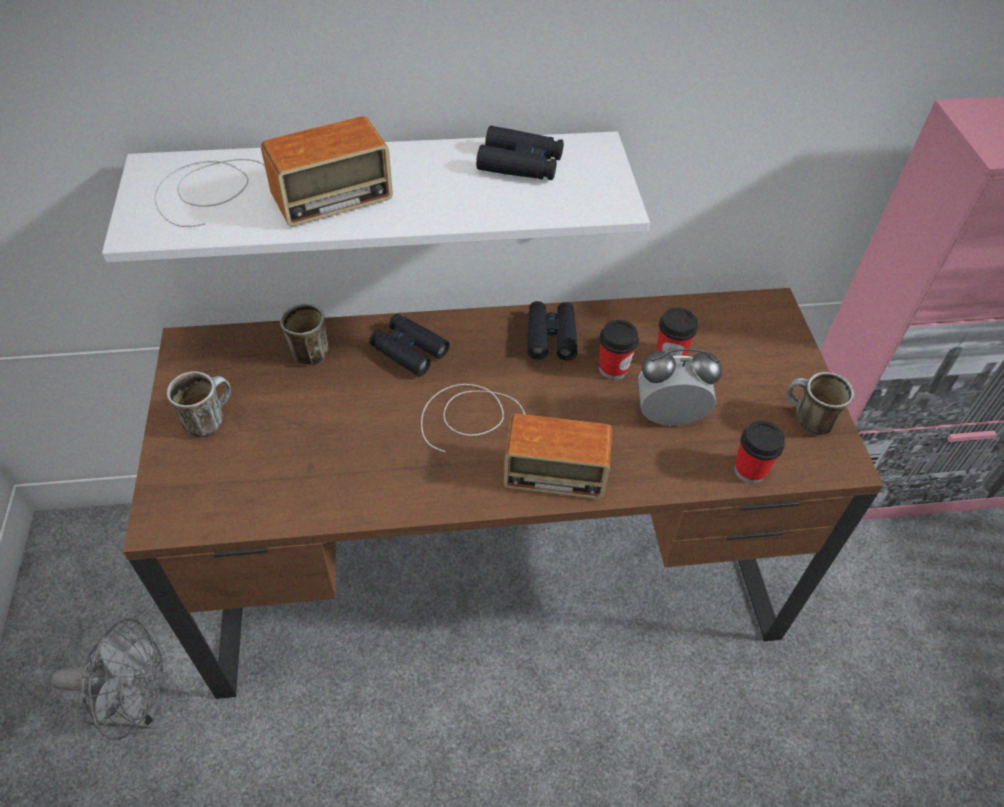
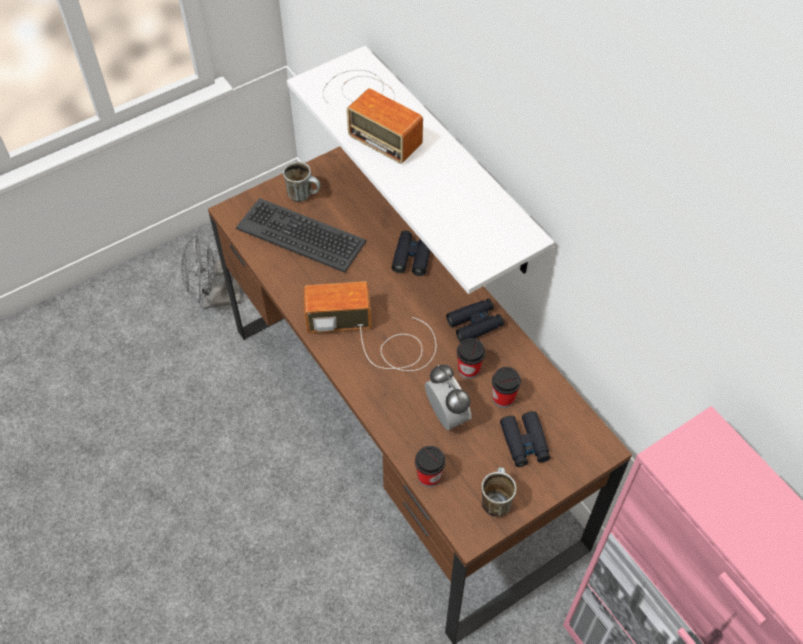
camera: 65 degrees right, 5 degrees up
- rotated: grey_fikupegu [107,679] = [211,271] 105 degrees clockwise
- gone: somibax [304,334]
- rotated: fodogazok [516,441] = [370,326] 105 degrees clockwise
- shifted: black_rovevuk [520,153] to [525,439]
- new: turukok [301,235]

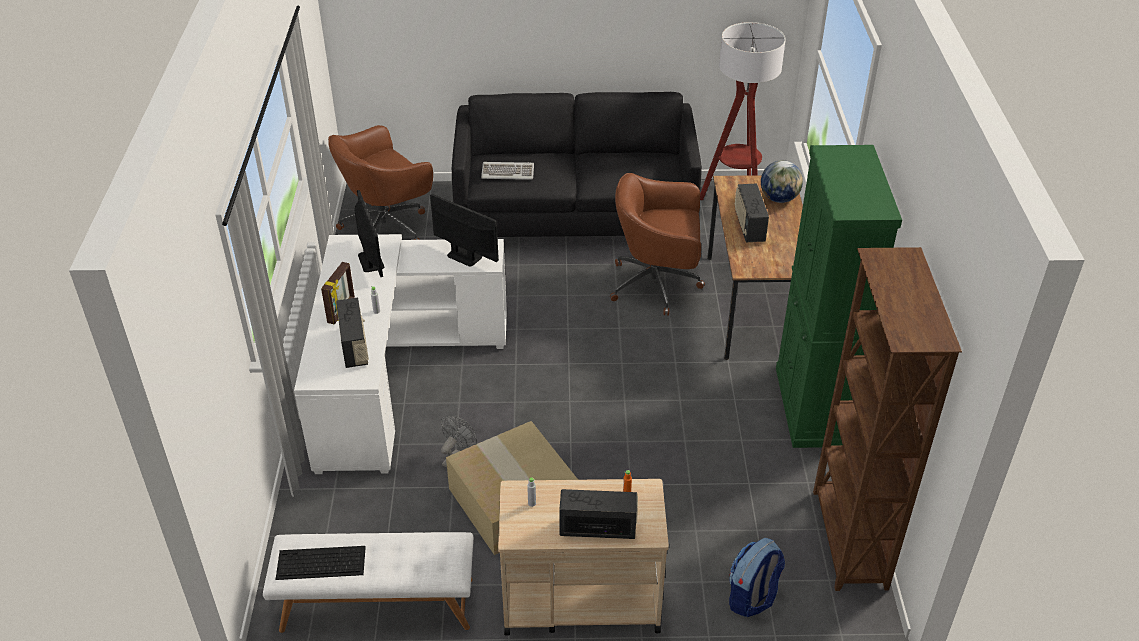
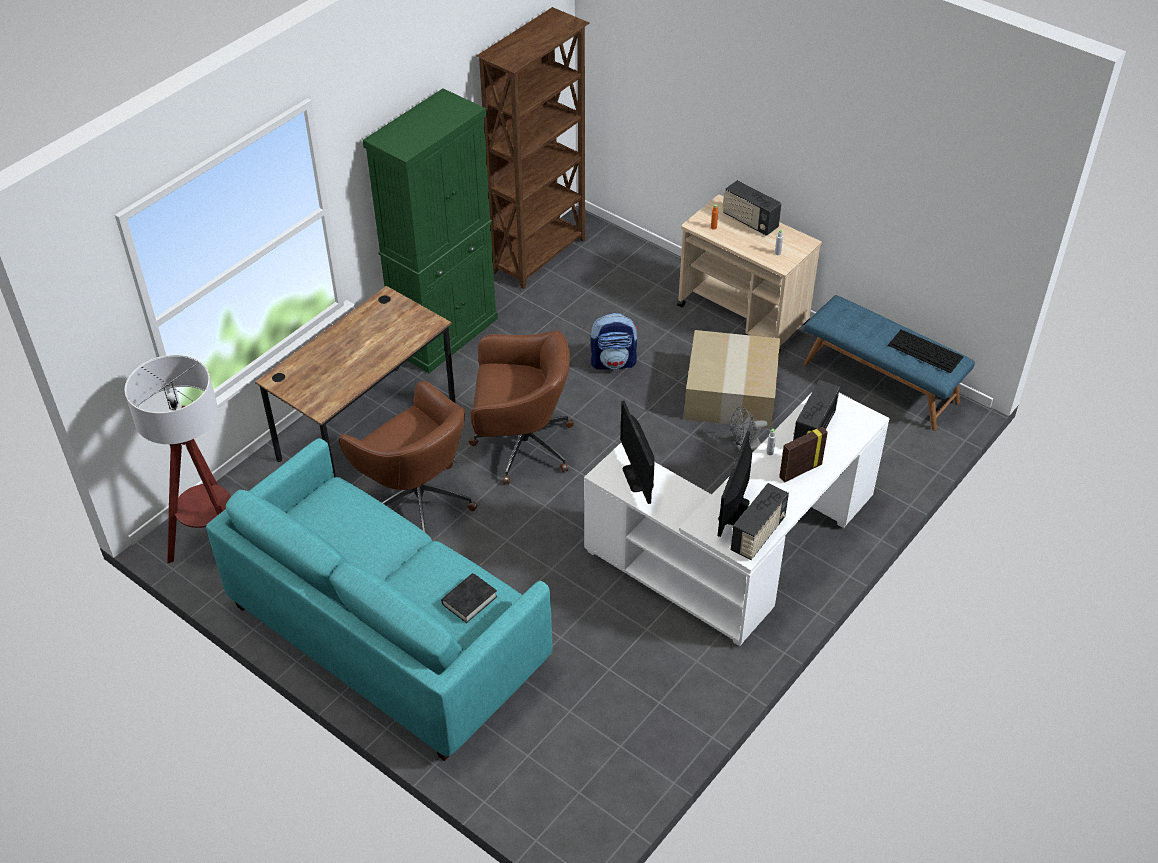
camera: 140 degrees left, 5 degrees up
- repainted: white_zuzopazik [368,582] to blue_zuzopazik [889,363]
- shifted: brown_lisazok [380,182] to [521,407]
- repainted: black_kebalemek [577,164] to turquoise_kebalemek [379,599]
- swapped: turukok [507,171] to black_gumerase [469,598]
- shifted: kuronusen [757,577] to [614,341]
- shifted: fodogazok [752,212] to [760,521]
- gone: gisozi [782,181]

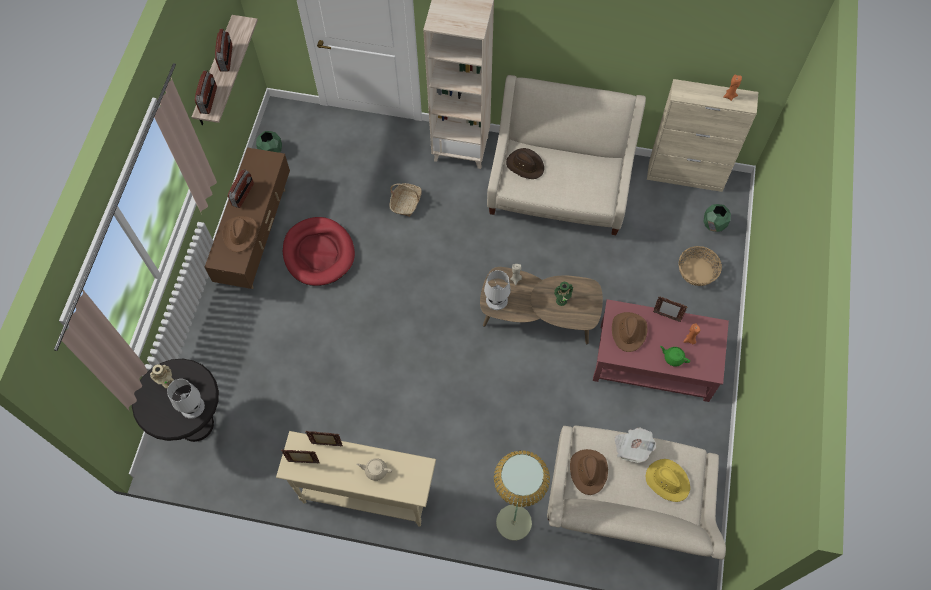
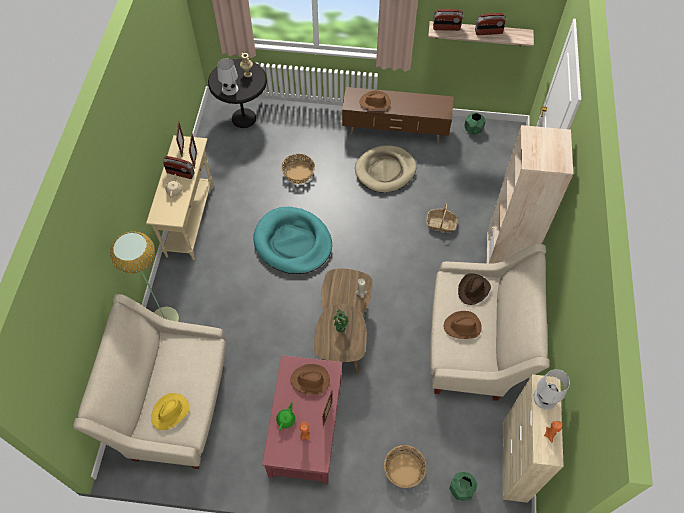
camera: 85 degrees right, 5 degrees down
- shifted: fodogazok [241,188] to [179,167]
- repainted: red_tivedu [319,251] to beige_tivedu [385,169]
- shifted: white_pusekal [497,290] to [551,389]
- shifted: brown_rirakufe [589,472] to [463,325]
- gone: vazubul [635,445]
- new: turquoise_tivedu [292,240]
- new: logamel [298,169]

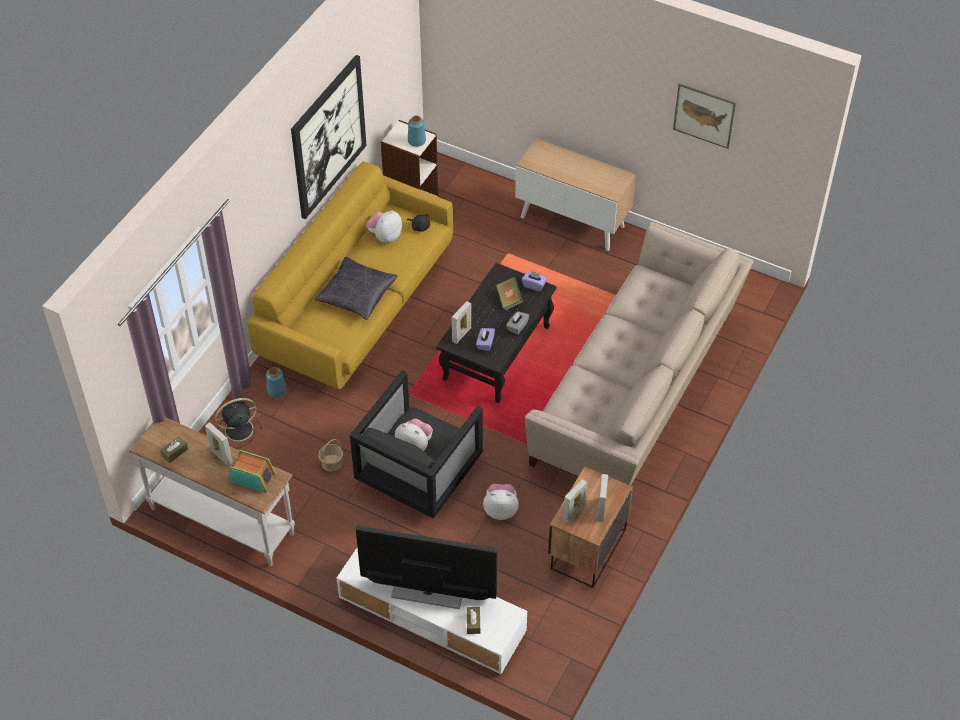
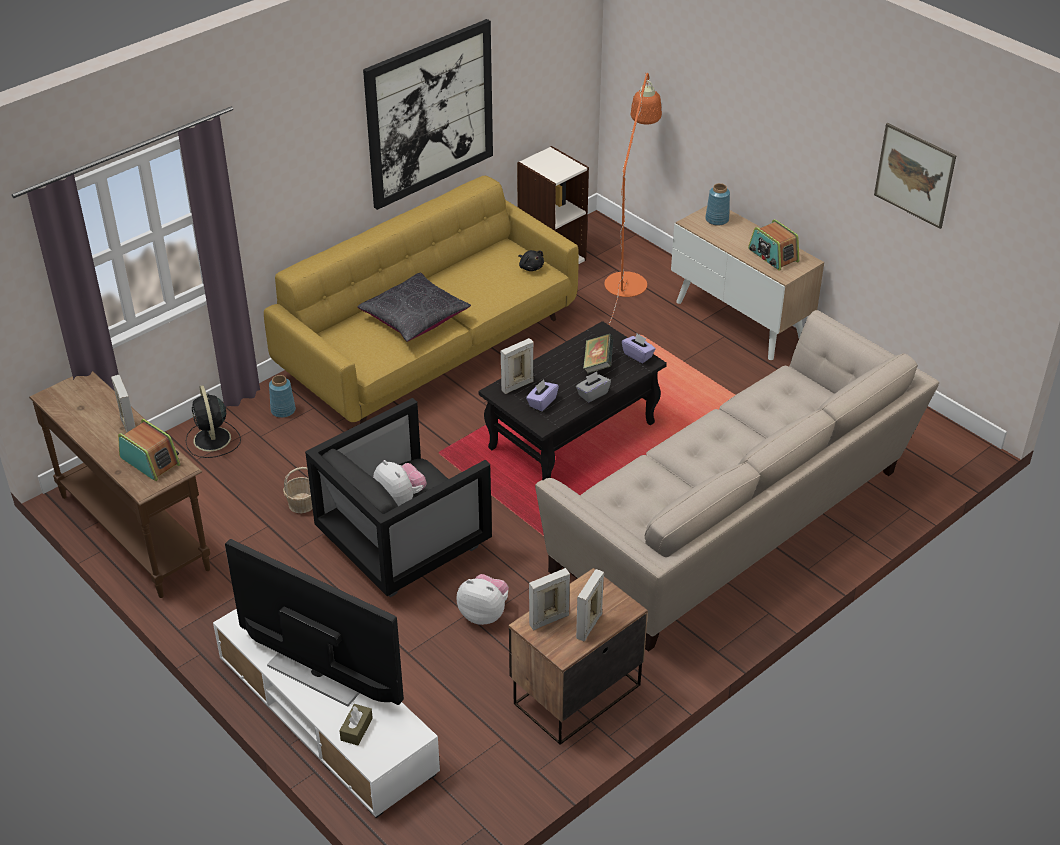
camera: 20 degrees right, 10 degrees down
- repainted: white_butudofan [212,491] to brown_butudofan [119,484]
- gone: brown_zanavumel [174,449]
- rotated: black_fikupegu [239,423] = [213,421] 105 degrees counterclockwise
- gone: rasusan [384,226]
- shifted: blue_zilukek [417,131] to [717,204]
- new: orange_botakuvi [633,198]
- new: fodogazok [773,245]

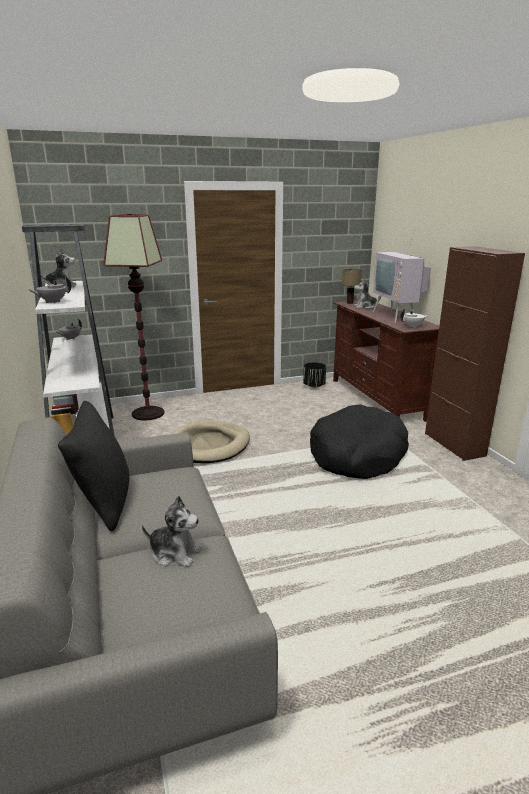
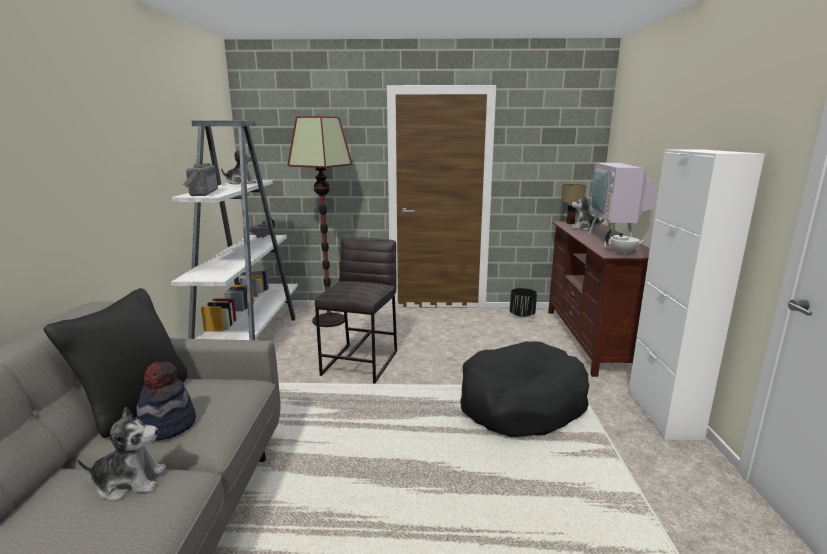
camera: 20 degrees right, 5 degrees down
- swapped: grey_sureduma [50,290] to fodogazok [200,179]
- rotated: rasusan [172,531] = [121,454] 45 degrees counterclockwise
- swapped: beige_tivedu [211,441] to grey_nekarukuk [356,310]
- repainted: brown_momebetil [475,353] to white_momebetil [696,295]
- new: rirakufe [166,400]

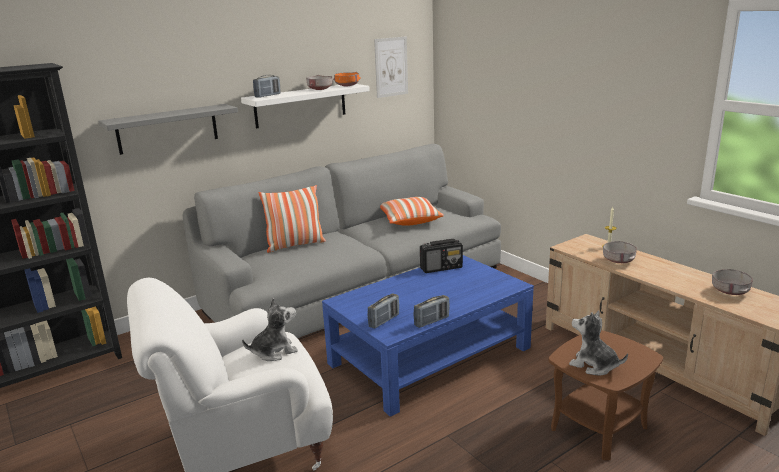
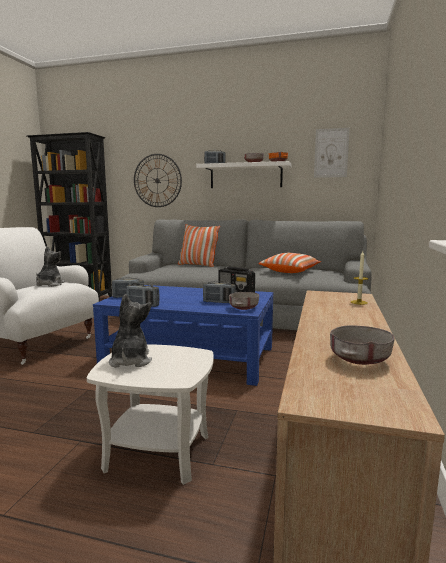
camera: 50 degrees right, 10 degrees down
- swapped: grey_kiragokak [168,129] to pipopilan [158,180]
- rotated: rasusan [270,329] = [50,266] 105 degrees counterclockwise
- repainted: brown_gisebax [605,395] to white_gisebax [150,414]
- shifted: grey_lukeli [620,252] to [244,301]
- new: fodogazok [219,292]

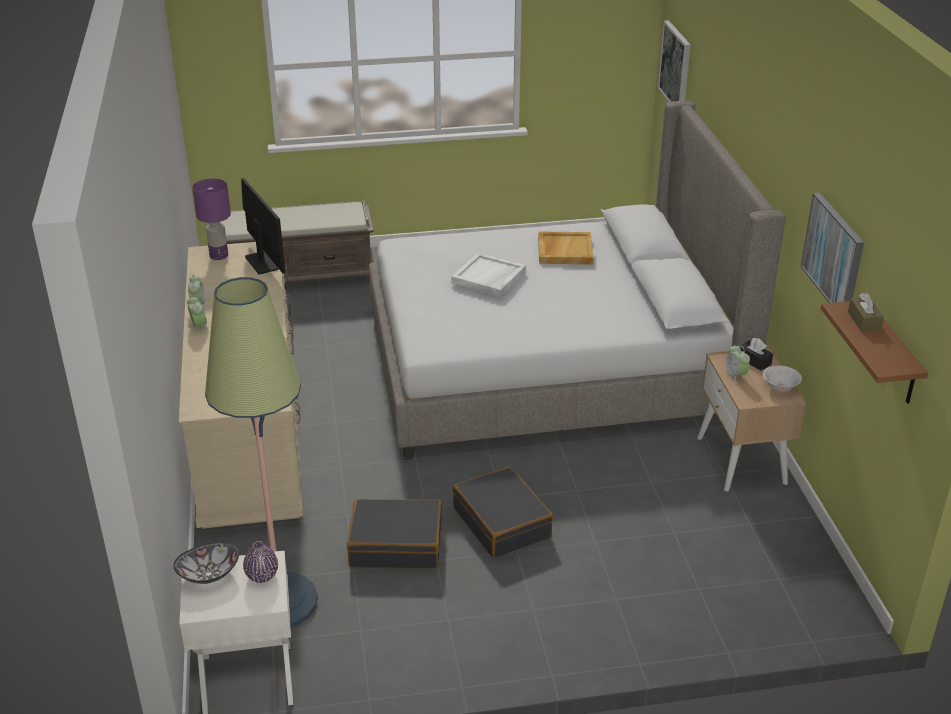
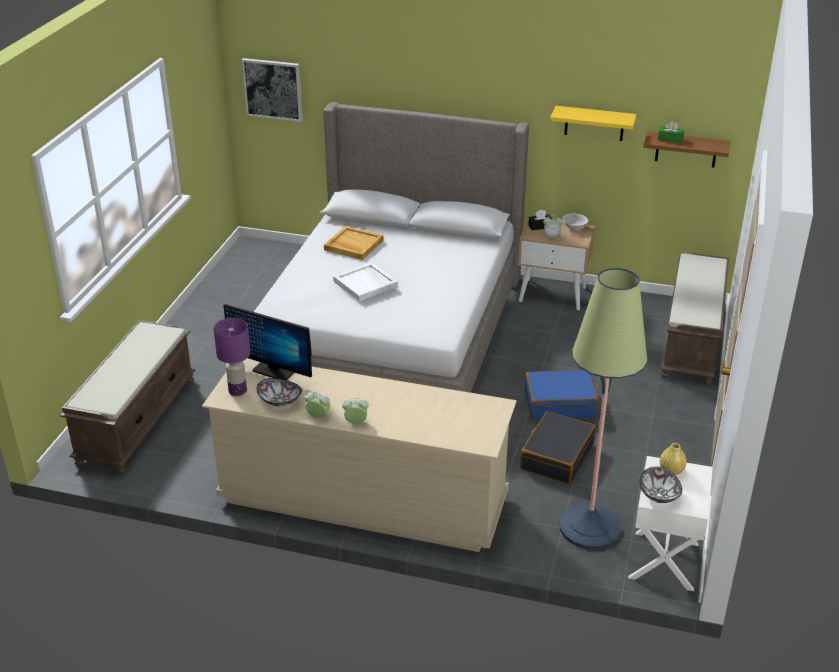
camera: 65 degrees left, 0 degrees up
- rotated: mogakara [263,226] = [267,342] 150 degrees counterclockwise
- repainted: purple_zilukek [260,561] to yellow_zilukek [673,459]
- repainted: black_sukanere [503,512] to blue_sukanere [562,395]
- swapped: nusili [832,248] to yellow_kiragokak [593,123]
- repainted: brown_zanavumel [865,312] to green_zanavumel [671,132]
- new: lukeli [279,392]
- new: brown_zuzopazik [695,319]

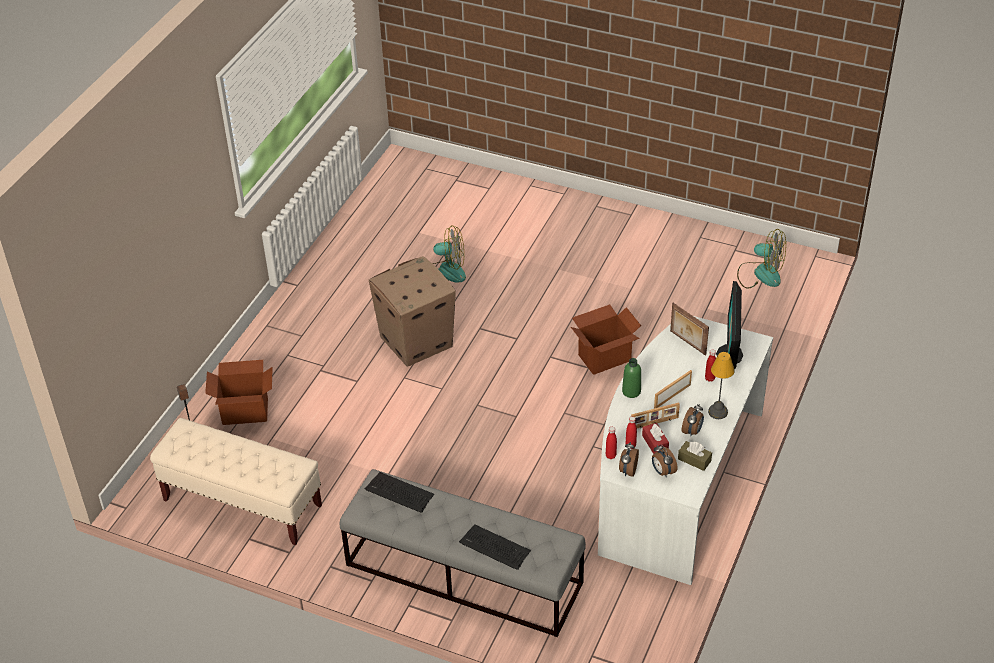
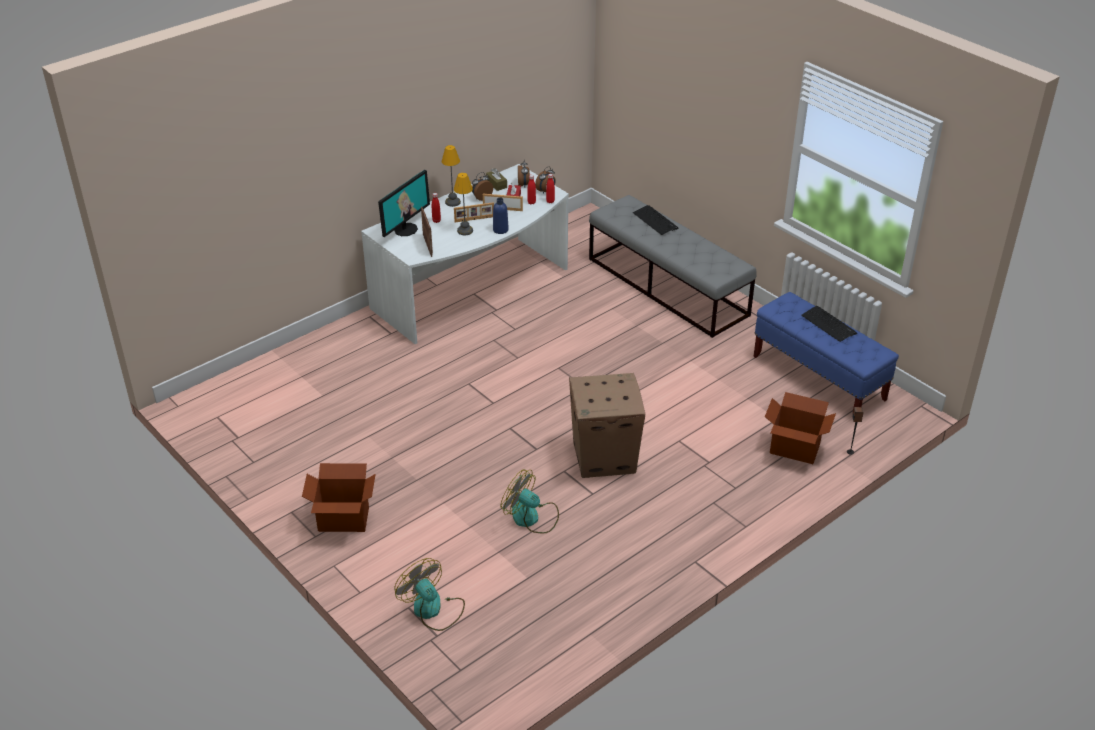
camera: 155 degrees left, 5 degrees down
- repainted: beige_zuzopazik [236,481] to blue_zuzopazik [826,351]
- shifted: turukok [399,492] to [829,324]
- shifted: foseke [606,340] to [339,497]
- repainted: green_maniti [631,378] to blue_maniti [501,215]
- shifted: fikupegu [761,259] to [430,594]
- new: pusekal [463,204]

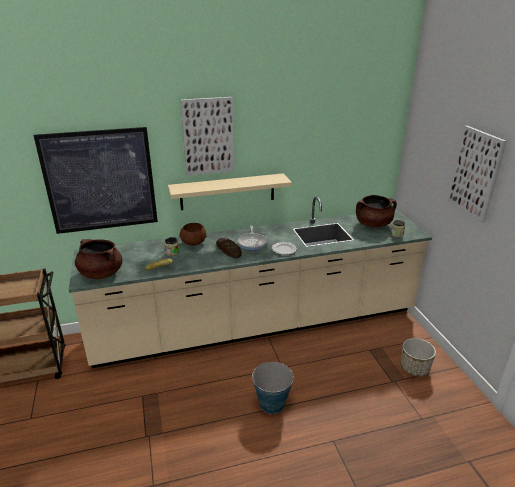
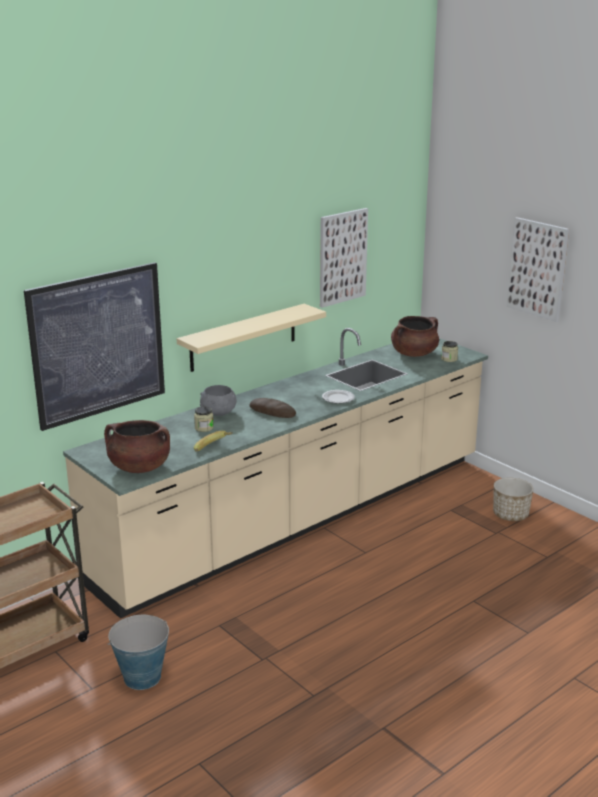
camera: 25 degrees left, 5 degrees down
- repainted: brown_lukeli [193,234] to grey_lukeli [218,400]
- shifted: nusili [208,136] to [344,258]
- gone: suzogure [252,238]
- shifted: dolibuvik [272,388] to [138,652]

